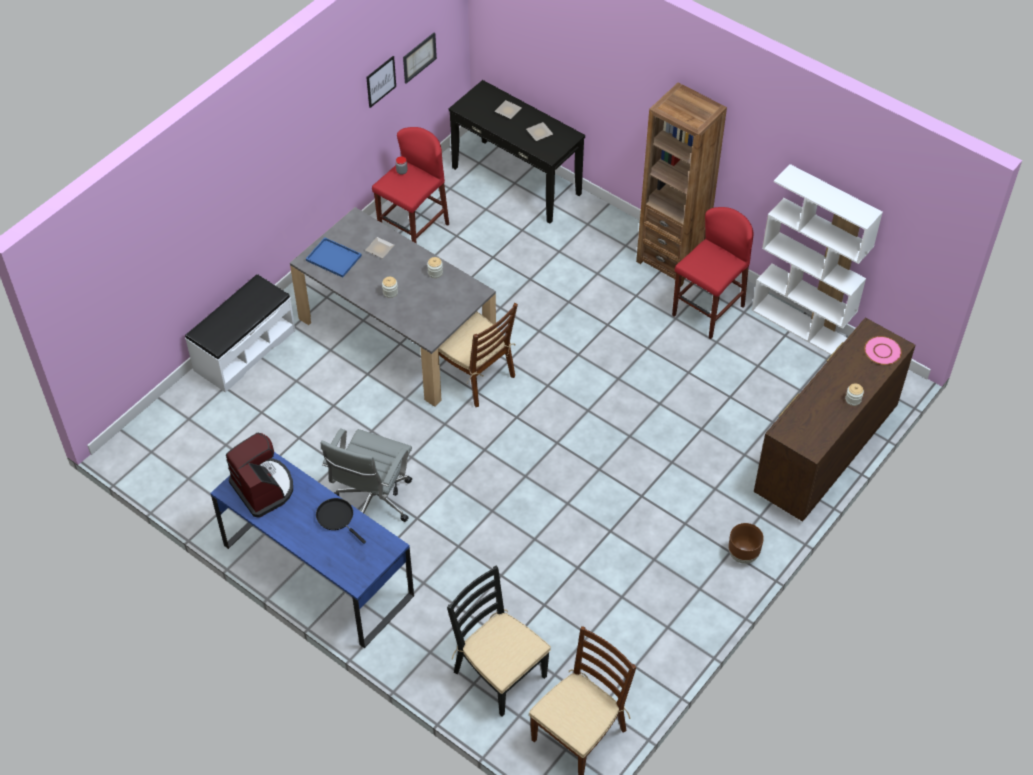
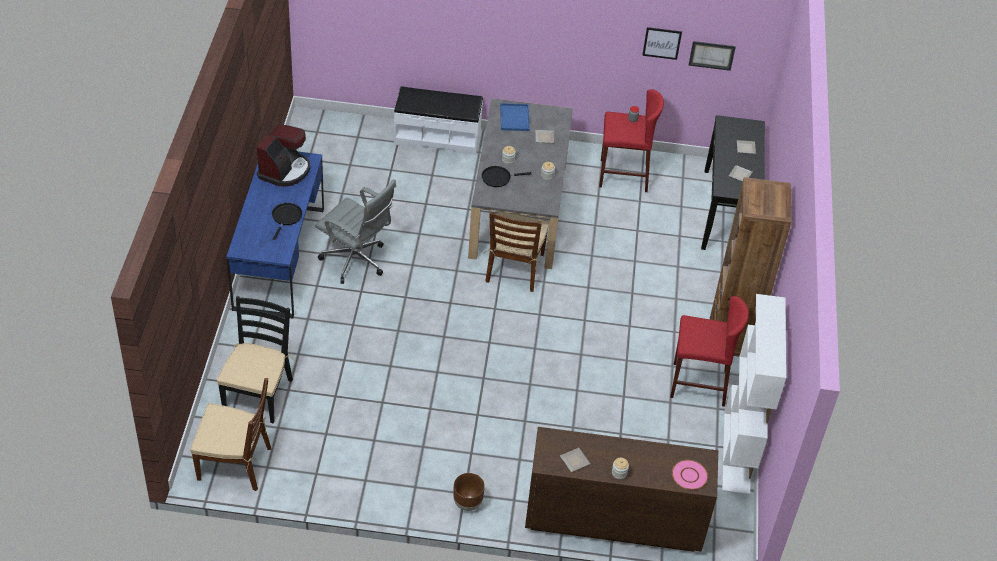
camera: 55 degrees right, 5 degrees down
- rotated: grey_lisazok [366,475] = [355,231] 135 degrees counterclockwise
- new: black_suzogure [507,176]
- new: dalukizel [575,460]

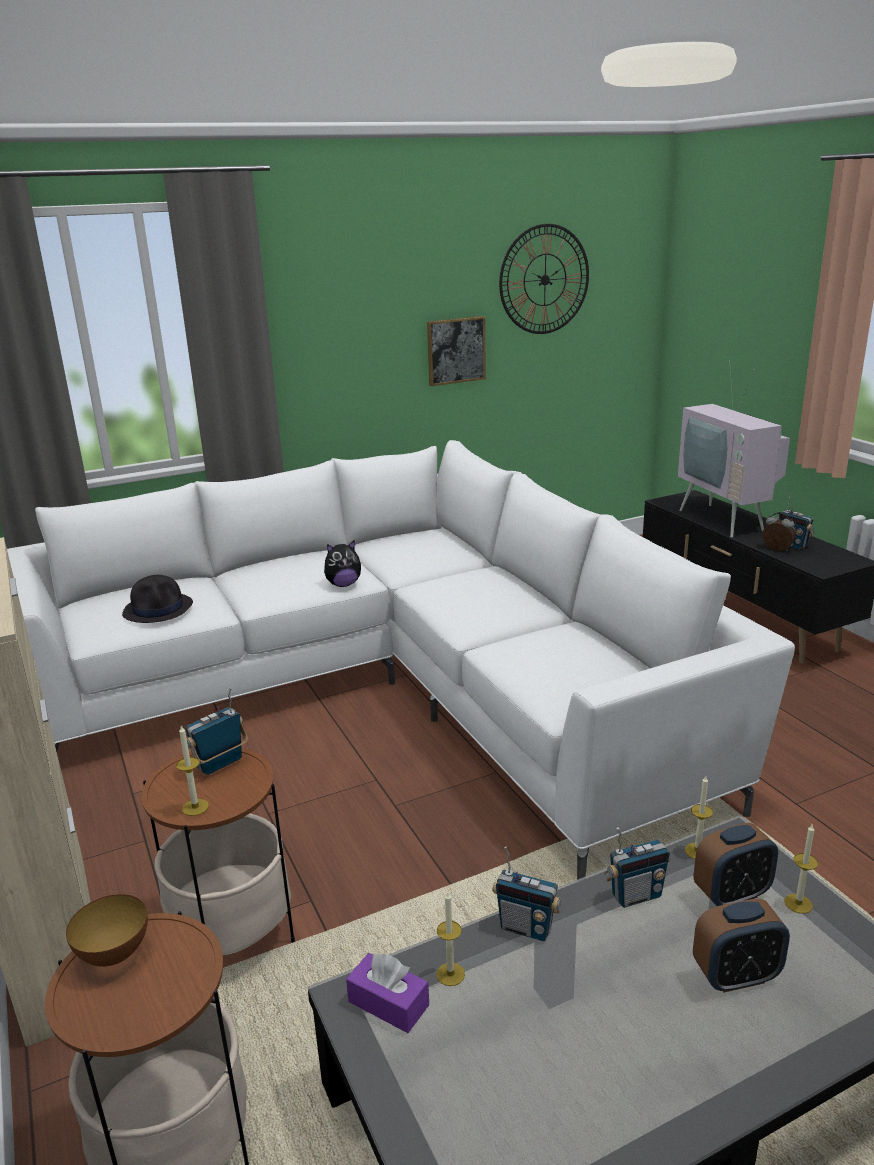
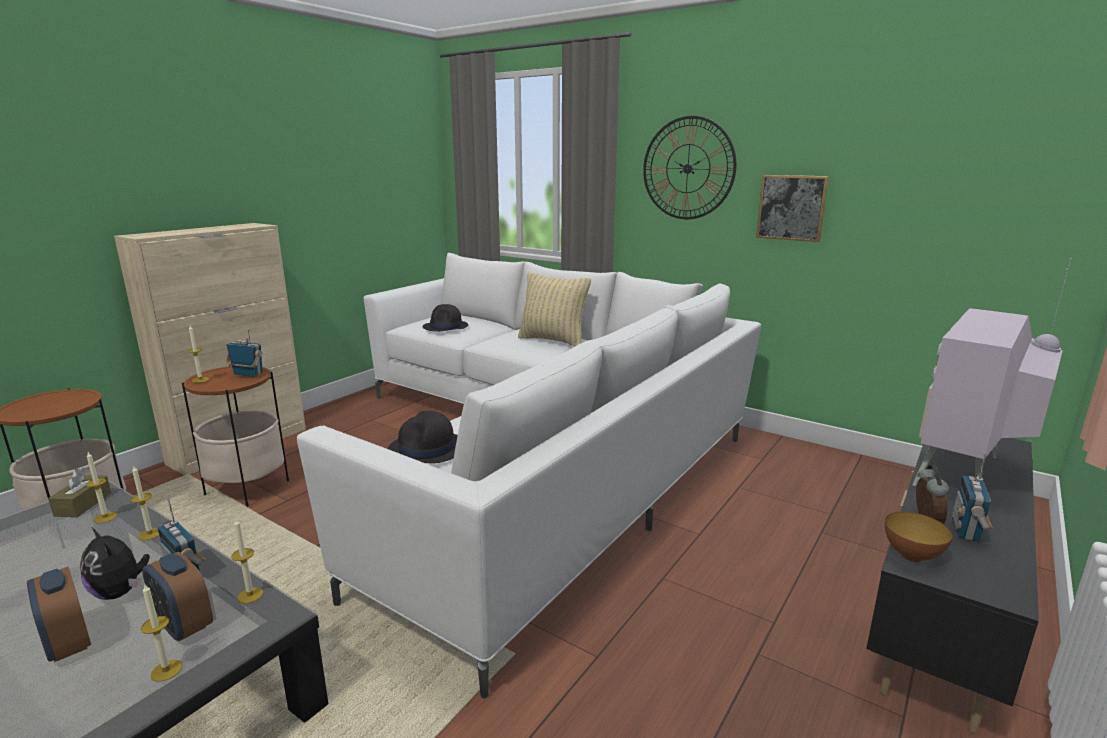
camera: 60 degrees right, 5 degrees down
- shifted: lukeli [107,930] to [919,537]
- shifted: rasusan [342,563] to [115,564]
- repainted: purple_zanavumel [387,993] to brown_zanavumel [79,492]
- swapped: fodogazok [526,893] to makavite [145,503]
- shifted: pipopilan [544,279] to [690,167]
- new: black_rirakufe [423,437]
- new: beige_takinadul [554,309]

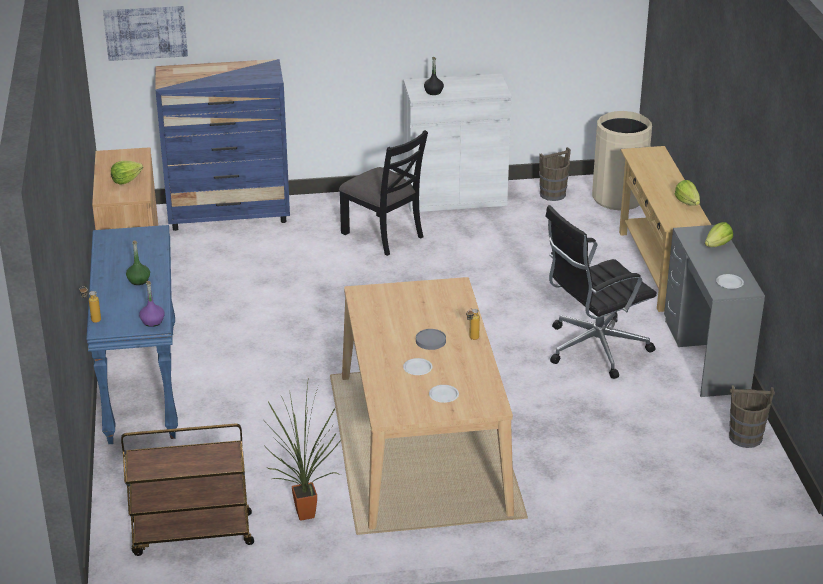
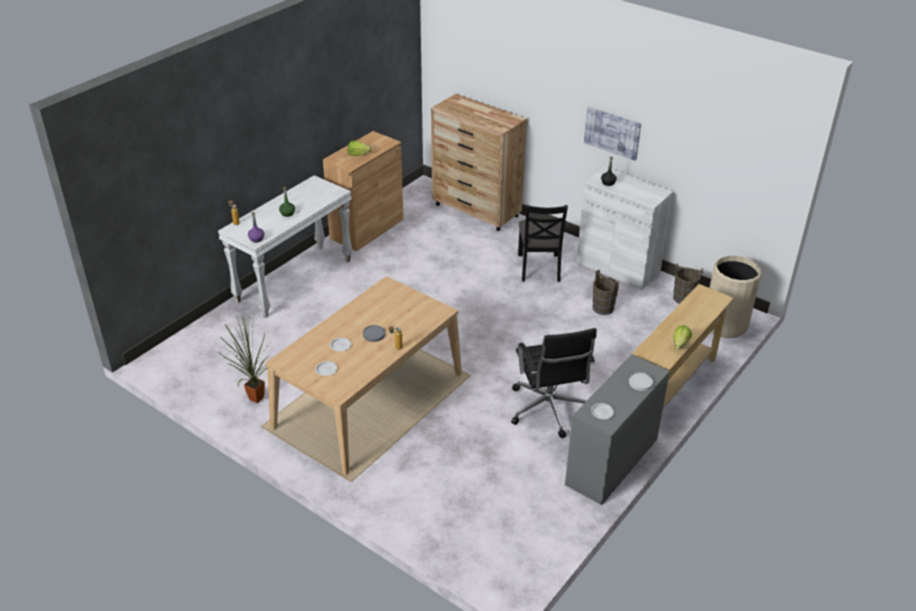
camera: 45 degrees right, 5 degrees up
- repainted: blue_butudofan [132,334] to white_butudofan [285,246]
- shifted: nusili [145,33] to [612,133]
- gone: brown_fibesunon [187,490]
- repainted: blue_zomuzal [222,145] to brown_zomuzal [479,162]
- rotated: black_lisazok [601,292] = [554,383] 120 degrees counterclockwise
- swapped: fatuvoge [719,234] to white_dalukizel [641,381]
- shifted: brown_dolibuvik [752,416] to [605,292]

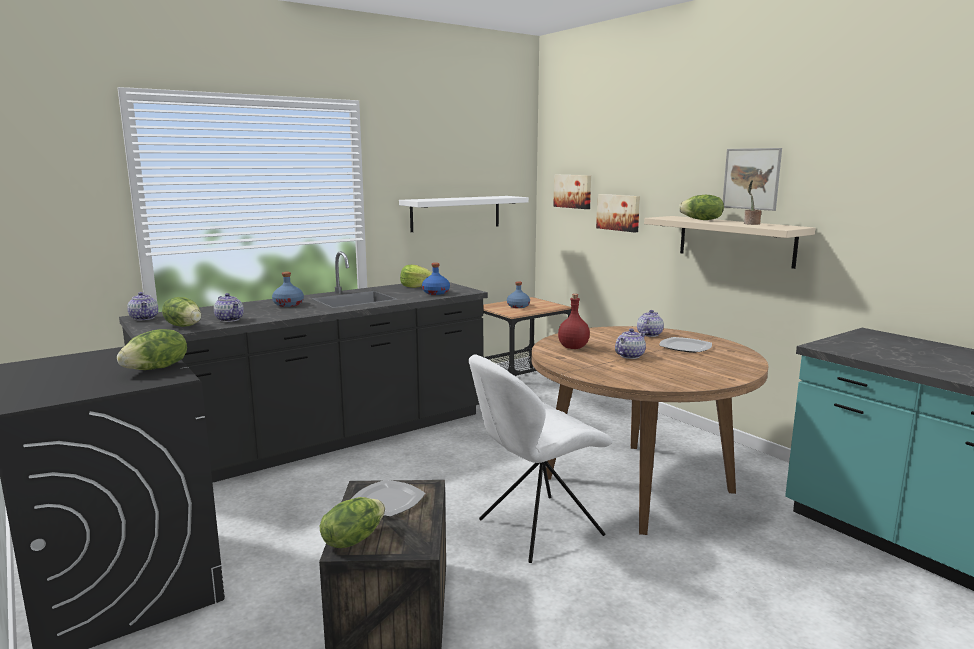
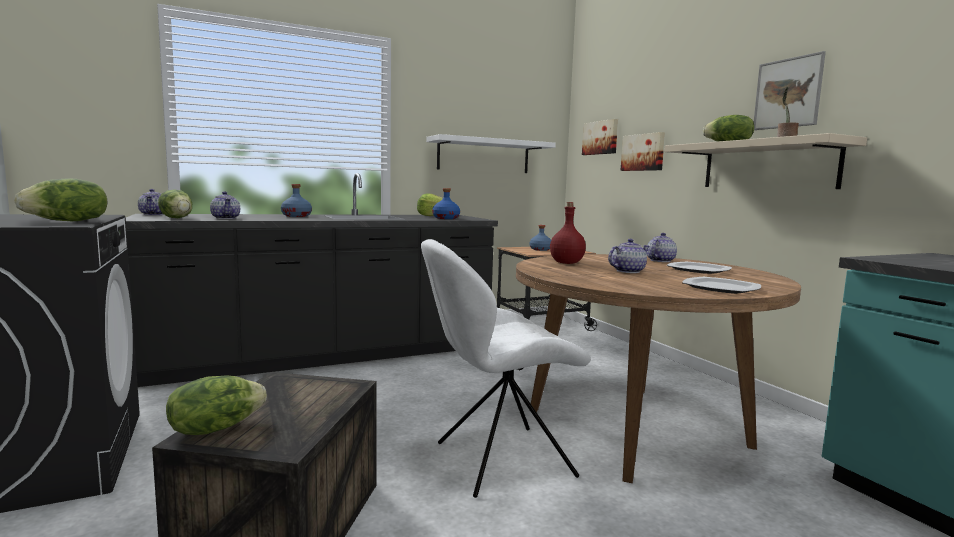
camera: 10 degrees right, 5 degrees down
- shifted: dalukizel [388,498] to [721,285]

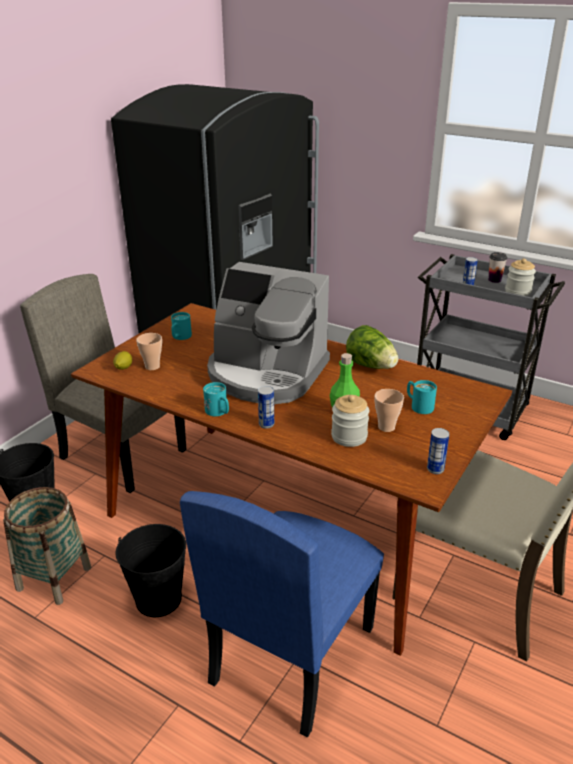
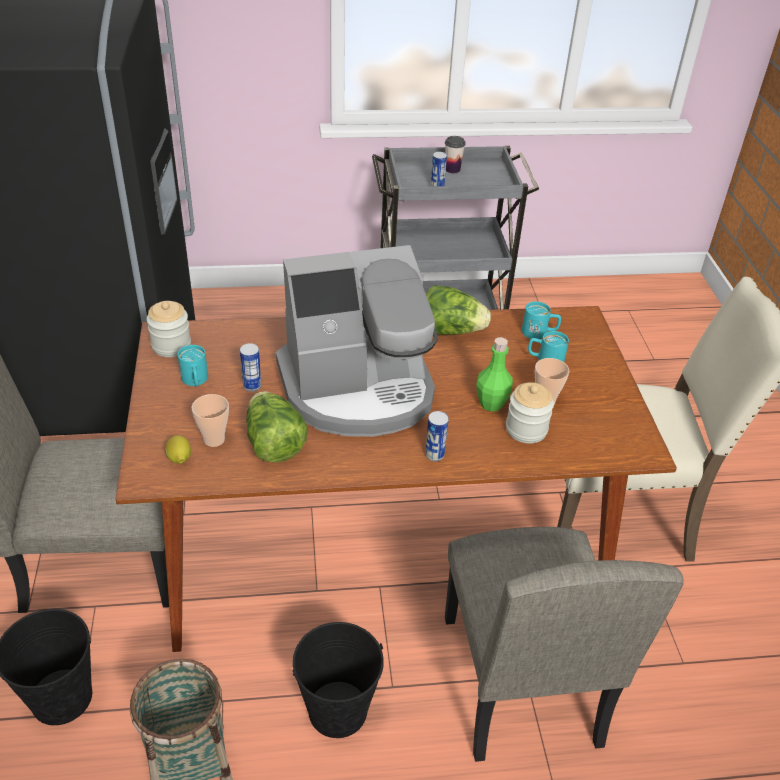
camera: 40 degrees left, 10 degrees up
- repainted: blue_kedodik [282,614] to beige_kedodik [564,644]
- shifted: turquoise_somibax [216,399] to [541,320]
- shifted: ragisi [438,451] to [250,367]
- shifted: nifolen [520,277] to [169,329]
- new: fatuvoge [276,427]

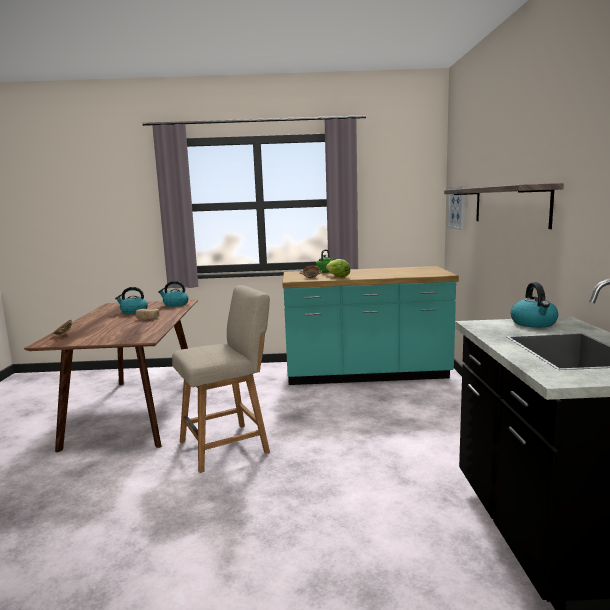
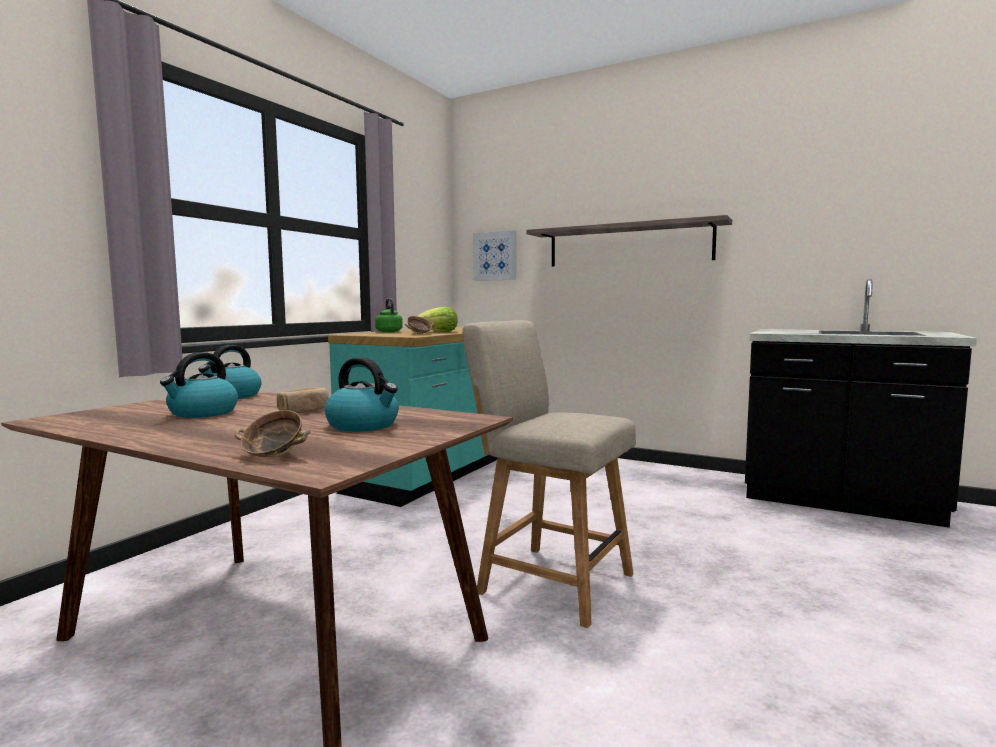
camera: 60 degrees left, 5 degrees down
- rotated: beige_kedodik [221,379] = [549,474] 60 degrees counterclockwise
- shifted: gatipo [534,305] to [362,394]

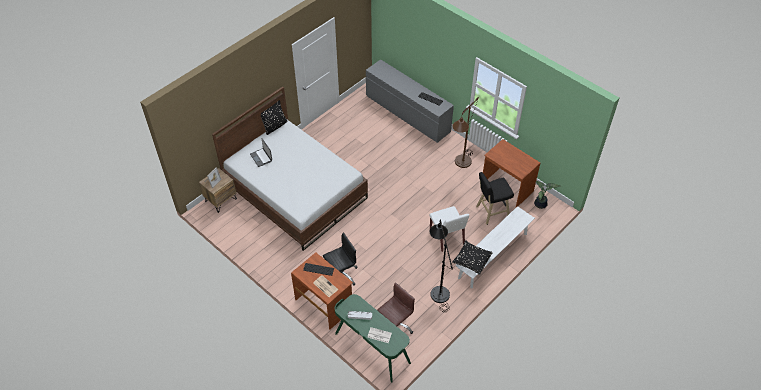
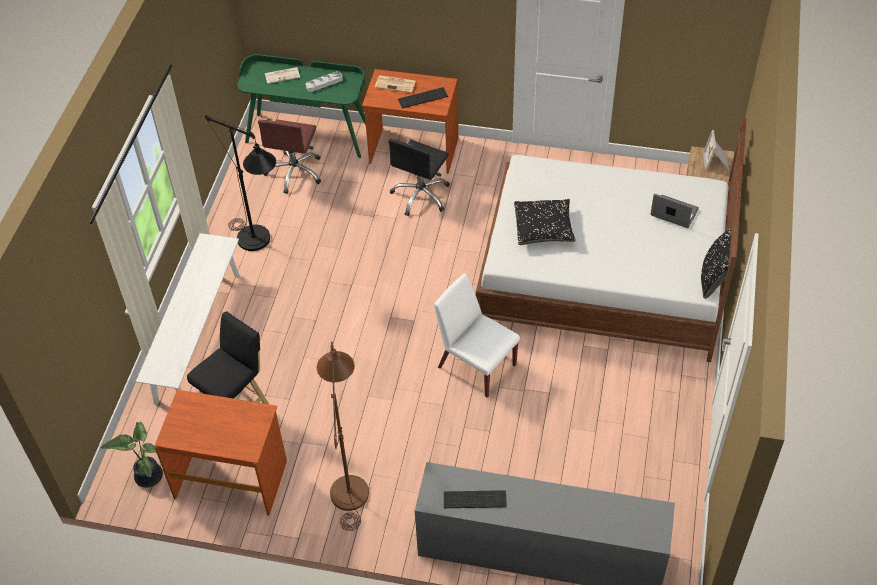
camera: 150 degrees right, 0 degrees up
- shifted: white_kedodik [449,229] to [477,335]
- shifted: black_takinadul [472,257] to [545,222]

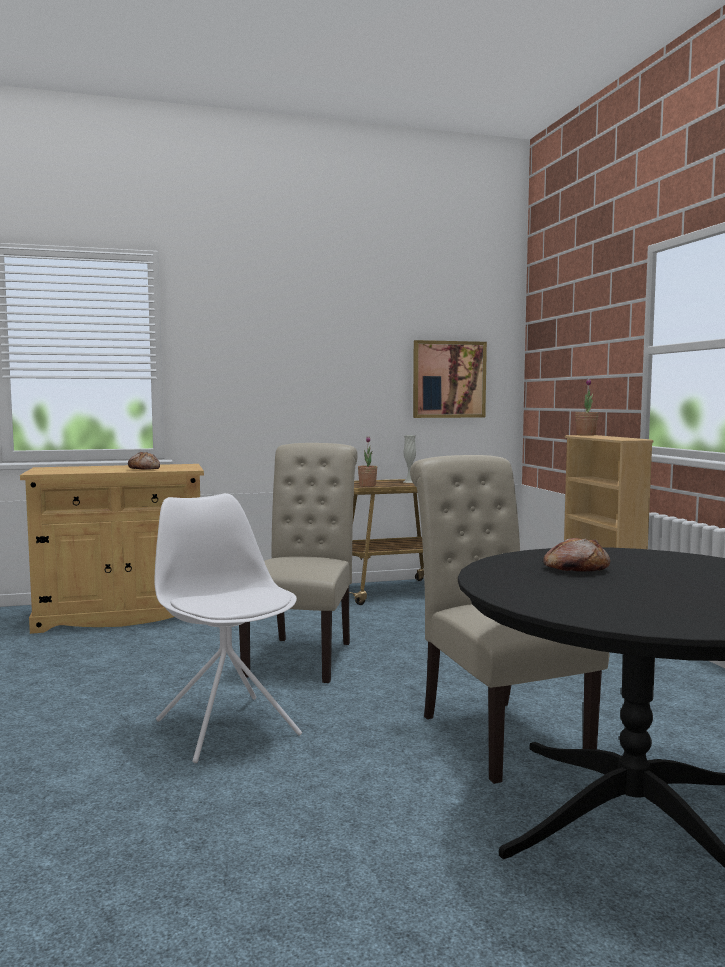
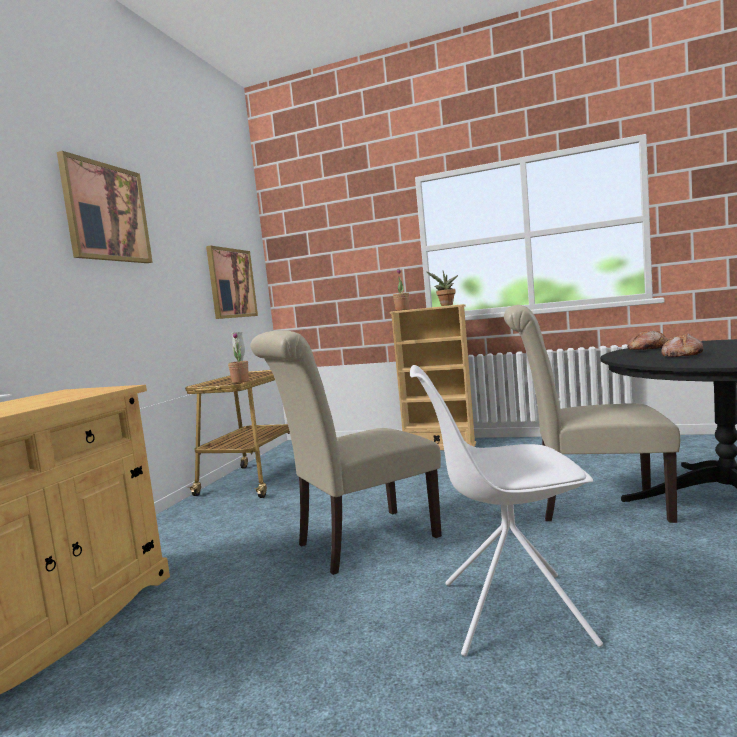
camera: 55 degrees left, 0 degrees up
- shifted: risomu [144,461] to [647,340]
- rotated: beige_kedodik [298,563] = [346,452] 75 degrees counterclockwise
- new: nusili [105,207]
- new: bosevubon [442,288]

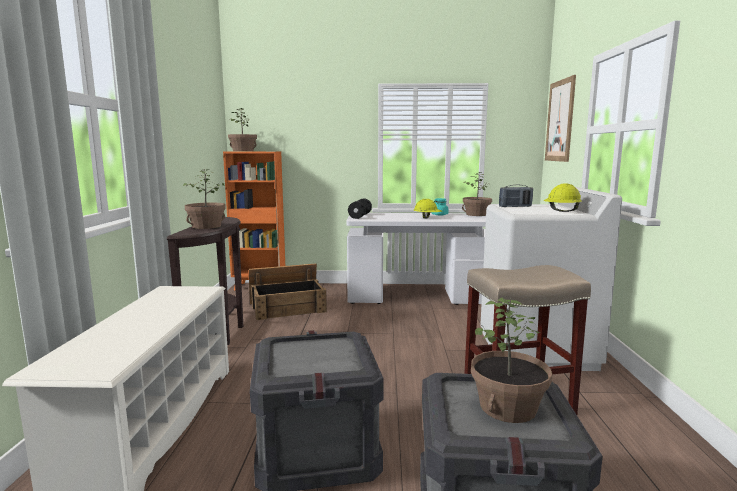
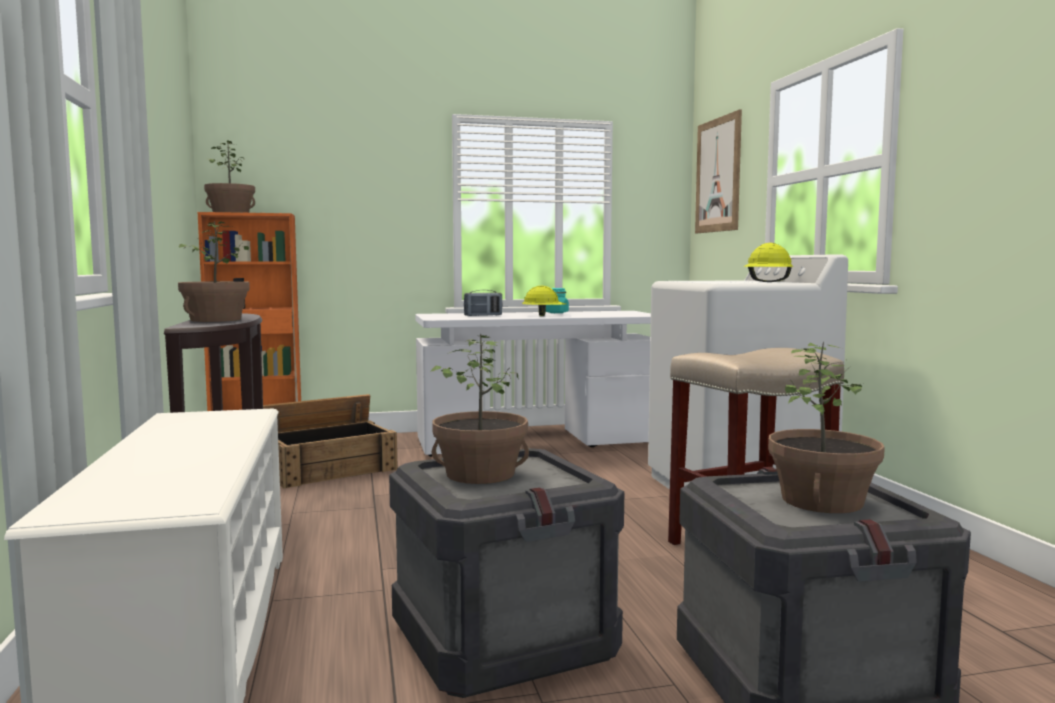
camera: 15 degrees left, 5 degrees down
- gone: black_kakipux [360,208]
- shifted: bosevubon [477,194] to [479,408]
- shifted: fodogazok [516,196] to [483,303]

